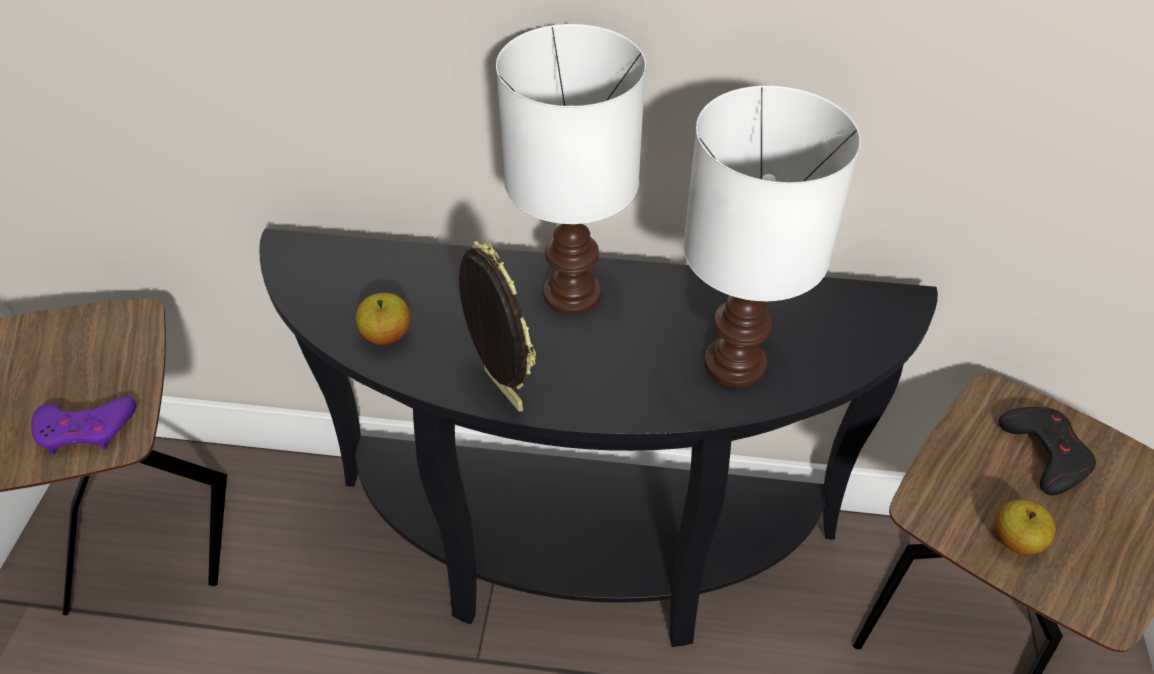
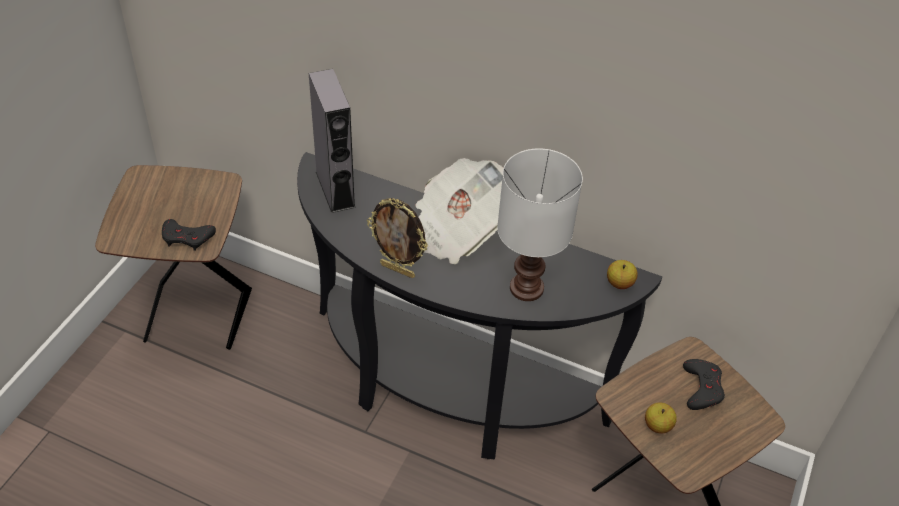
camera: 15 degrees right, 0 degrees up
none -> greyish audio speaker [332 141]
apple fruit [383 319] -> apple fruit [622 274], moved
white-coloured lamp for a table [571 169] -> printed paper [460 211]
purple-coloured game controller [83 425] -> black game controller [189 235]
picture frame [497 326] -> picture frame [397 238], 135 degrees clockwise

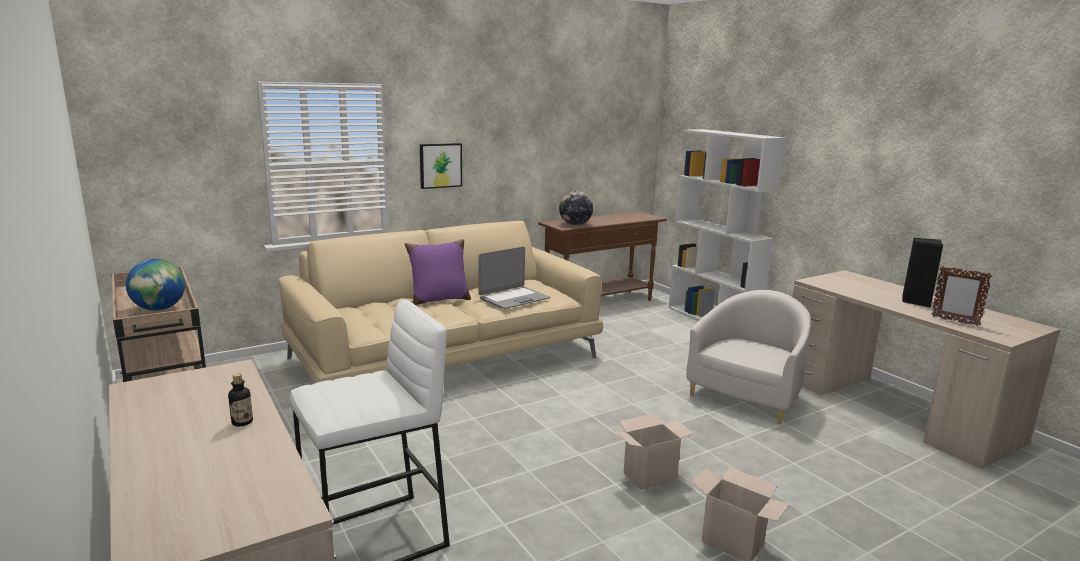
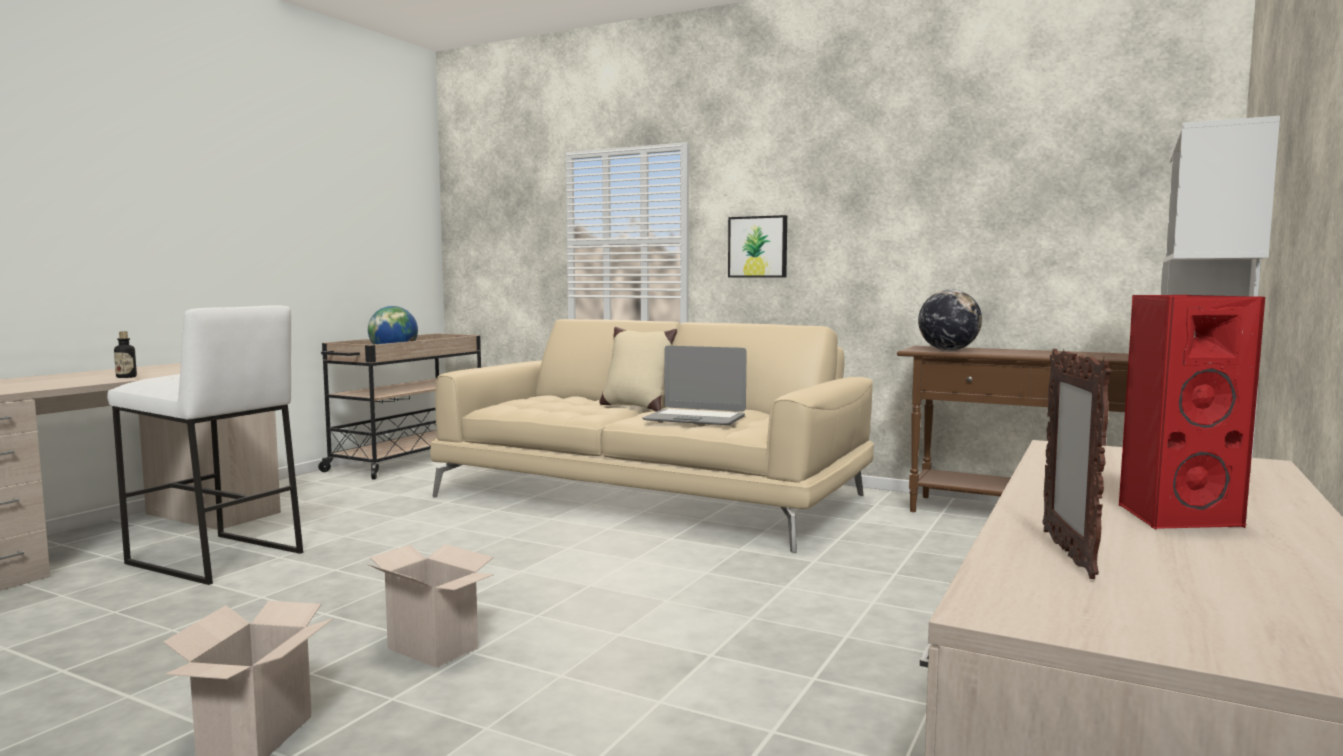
camera: 60 degrees right, 10 degrees down
white-coloured easy chair [748 357] -> none
purple-coloured cushion [438 272] -> sand-coloured cushion [638 369]
black audio speaker [922 273] -> reddish audio speaker [1192 412]

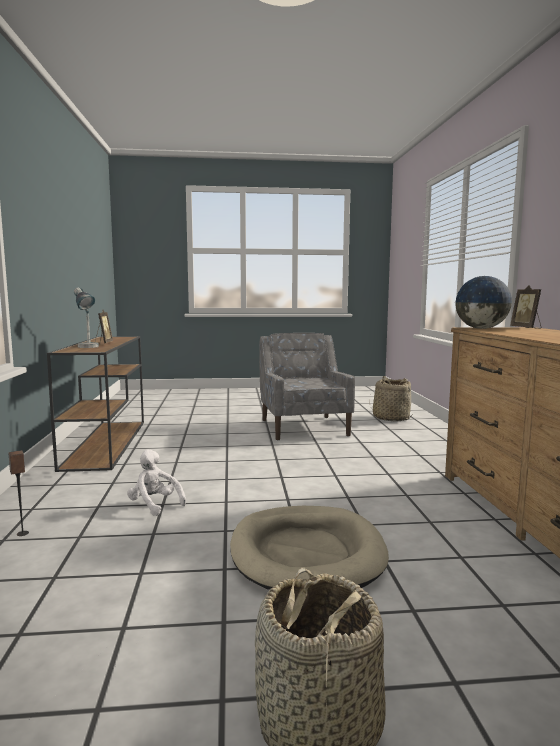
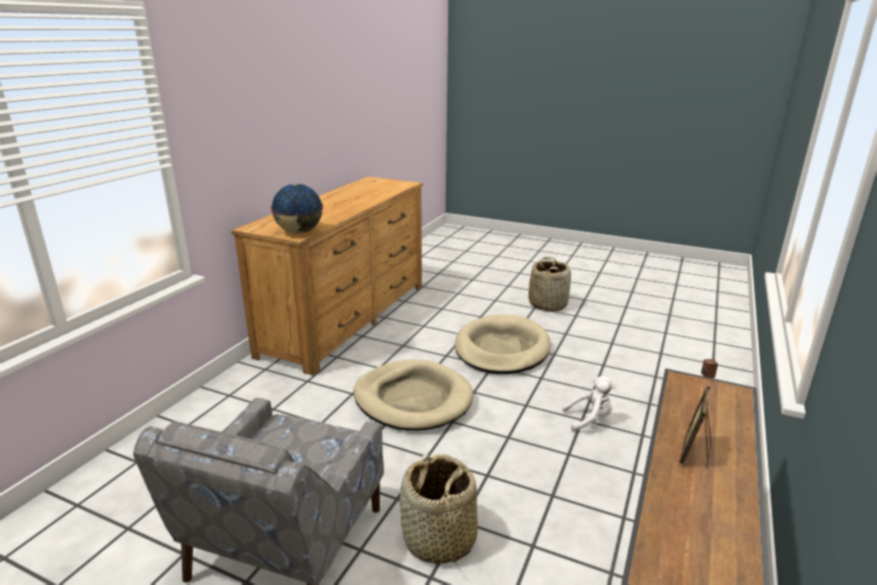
camera: 150 degrees left, 15 degrees up
lamp for a table [86 318] -> none
picture frame [525 307] -> none
none -> sand-coloured pet bed [413 395]
household basket [391 399] -> household basket [439 509], moved
white-coloured soft toy [156 482] -> white-coloured soft toy [589 404], 75 degrees counterclockwise

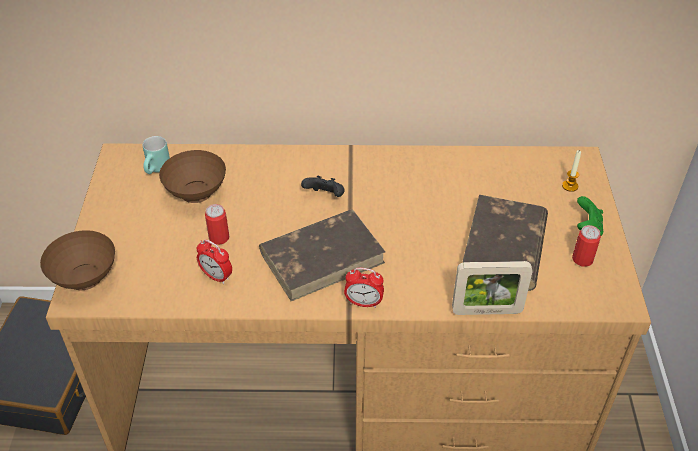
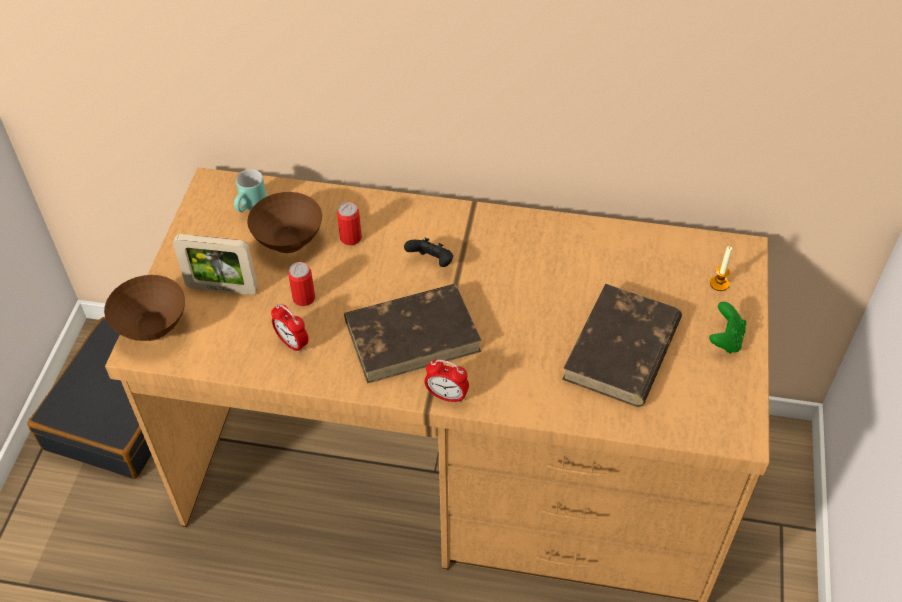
camera: 10 degrees right, 5 degrees up
picture frame [492 288] -> picture frame [215 264], moved
metal can [586 246] -> metal can [349 223], moved

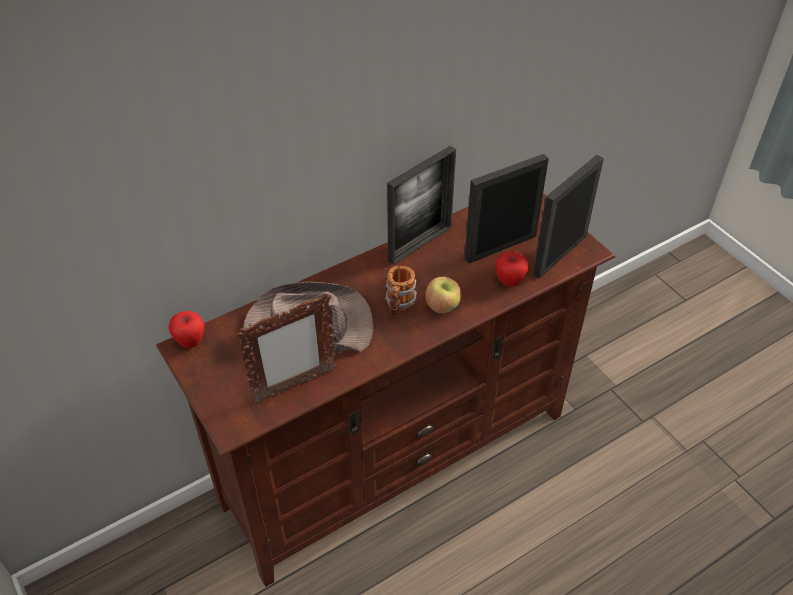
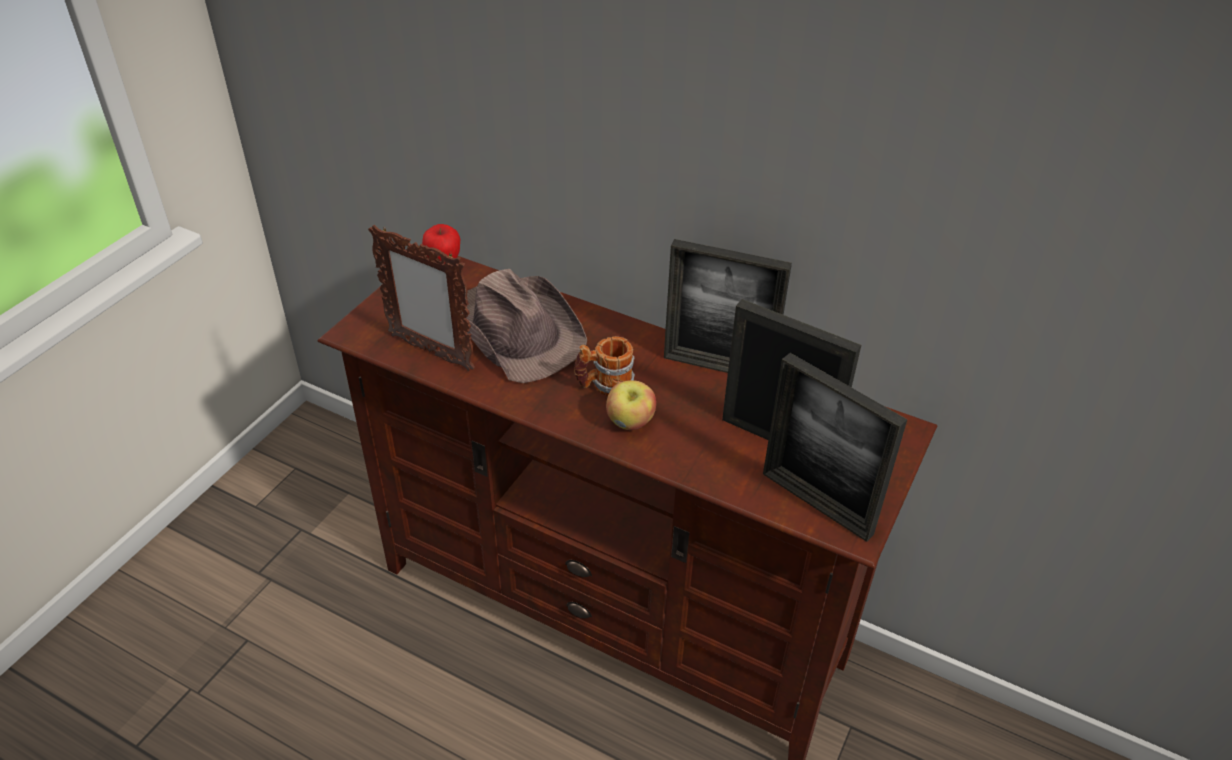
camera: 60 degrees right, 5 degrees down
apple fruit [511 269] -> none
picture frame [568 217] -> picture frame [835 447], 150 degrees counterclockwise

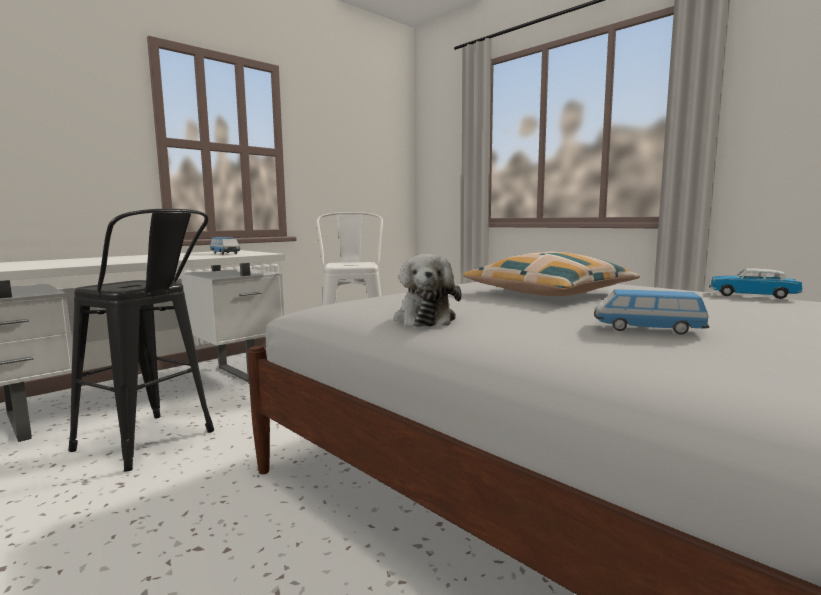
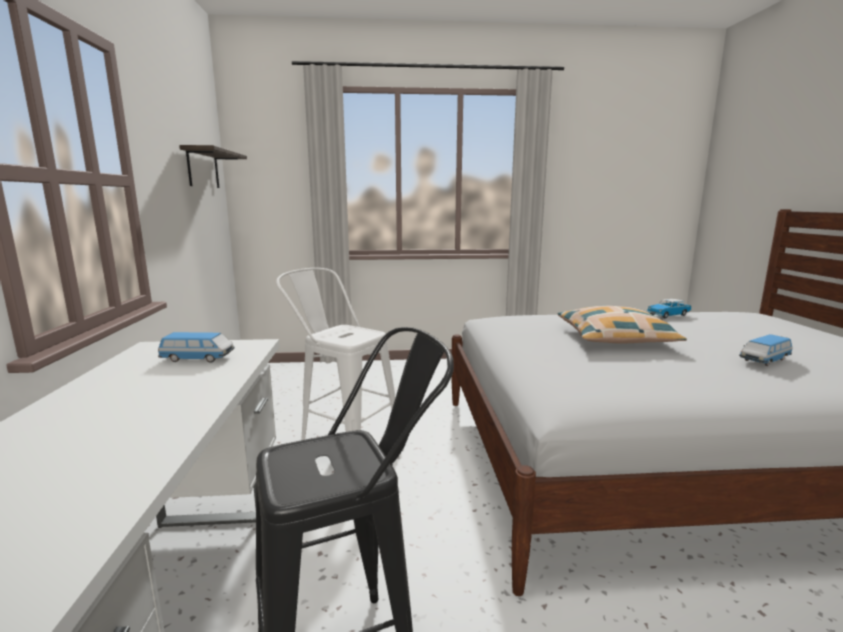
camera: 50 degrees left, 5 degrees up
soft toy [428 290] -> none
none -> bracket shelf [213 166]

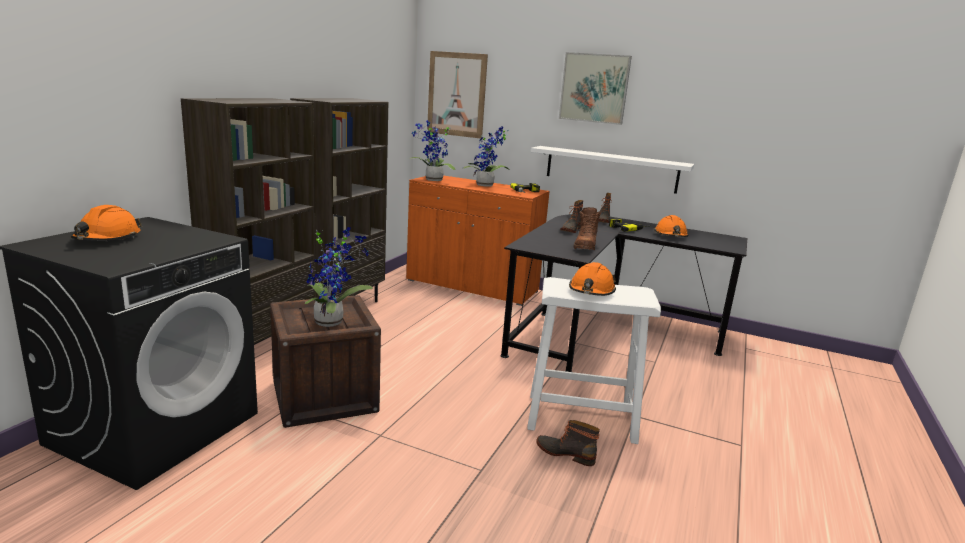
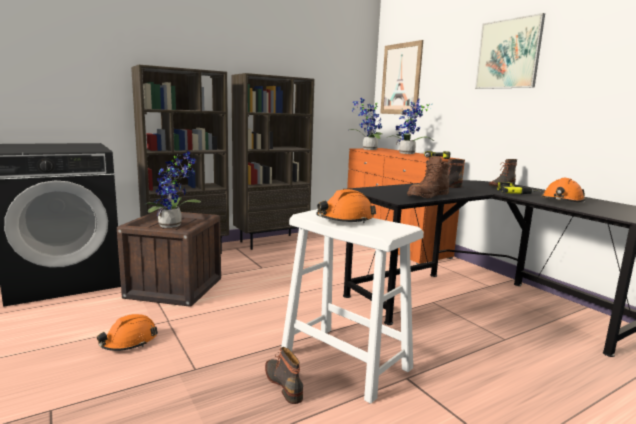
camera: 35 degrees right, 5 degrees down
white-coloured bracket shelf [612 170] -> none
orange-coloured safety helmet [106 223] -> orange-coloured safety helmet [127 332], moved

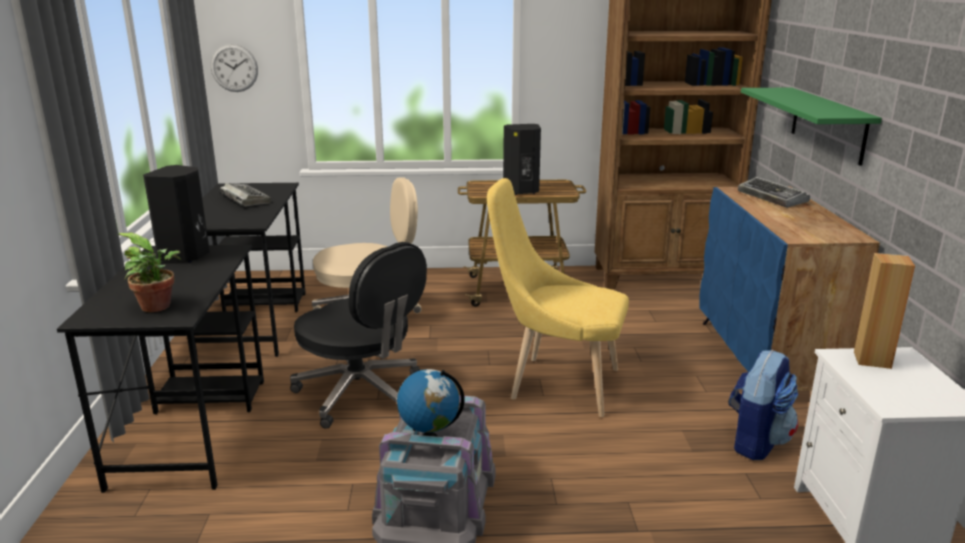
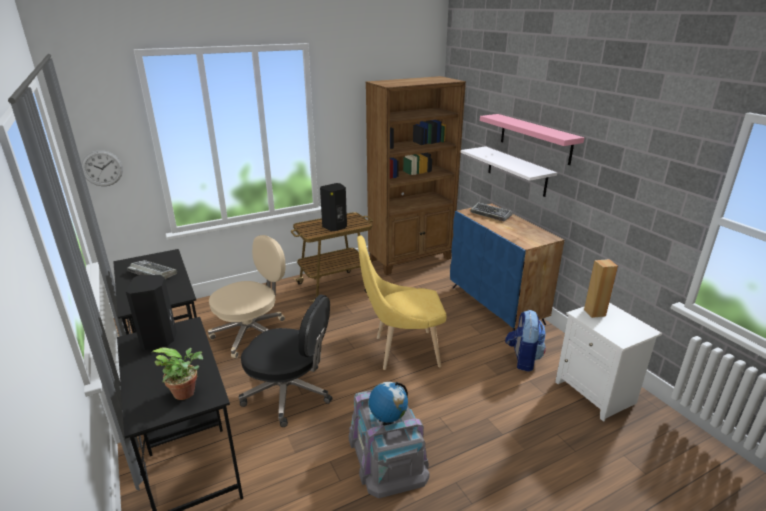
camera: 25 degrees left, 5 degrees up
none -> pink bracket shelf [532 139]
greenish bracket shelf [811 127] -> white-coloured bracket shelf [509 171]

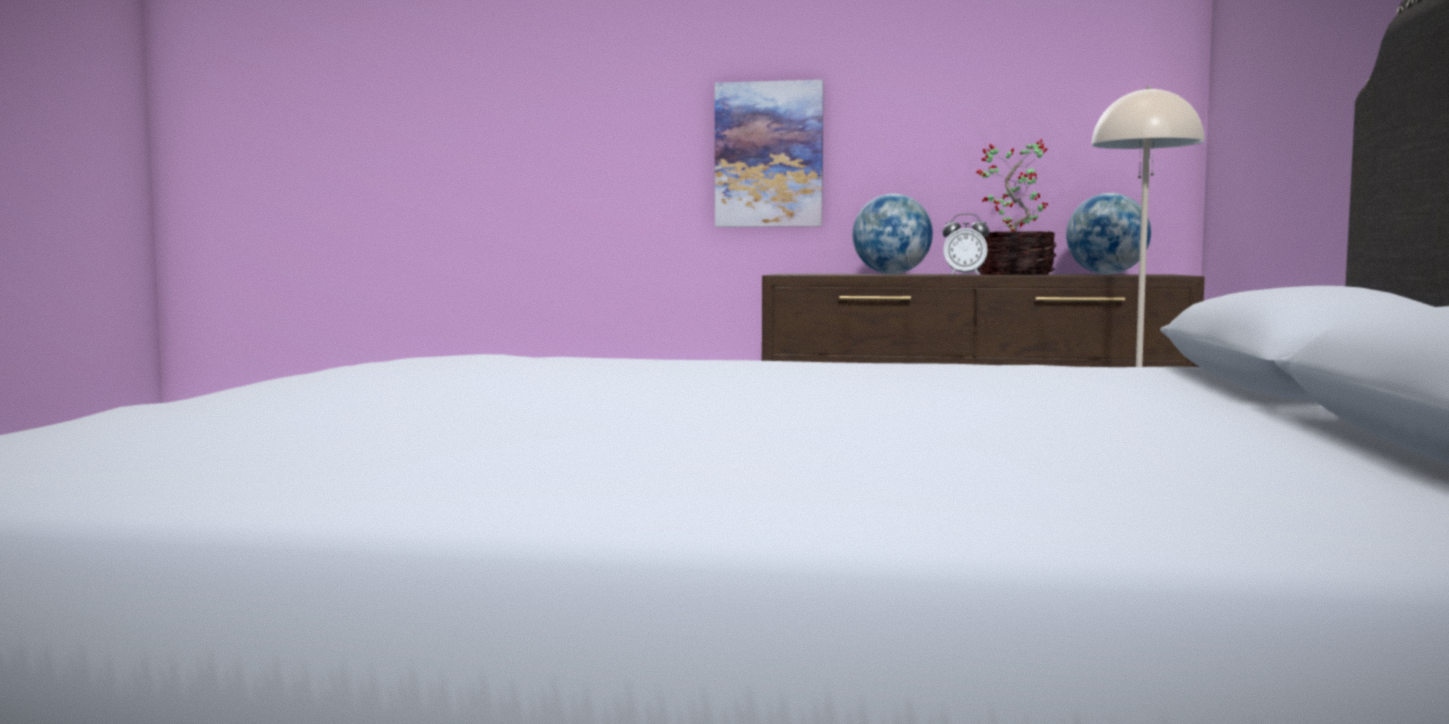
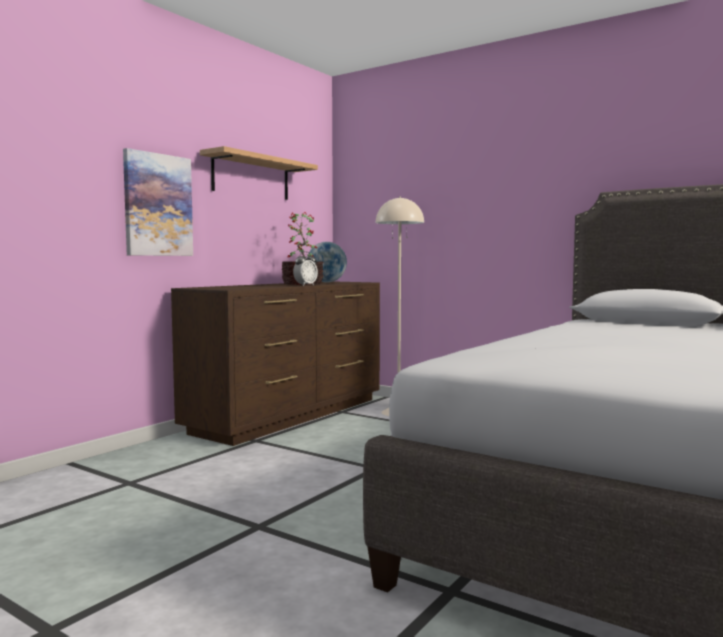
camera: 65 degrees left, 0 degrees up
globe [892 234] -> none
none -> bracket shelf [259 173]

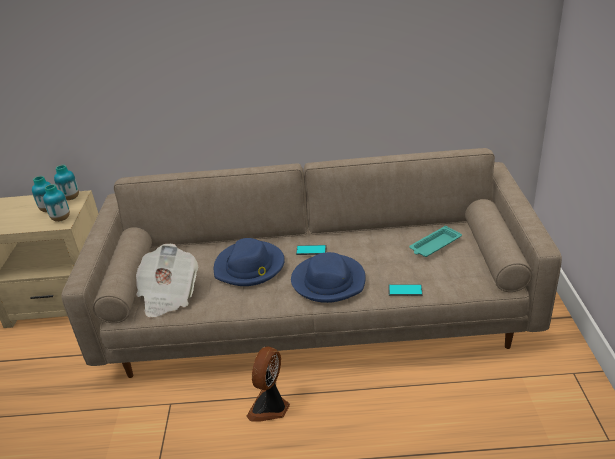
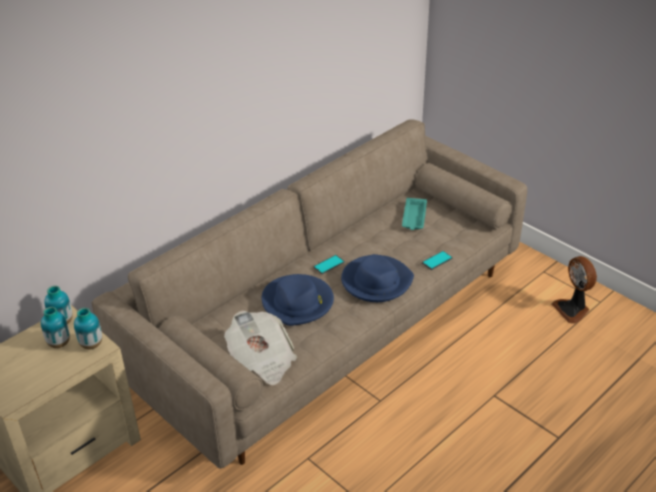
camera: 45 degrees left, 5 degrees up
fan [268 384] -> fan [574 290], moved

